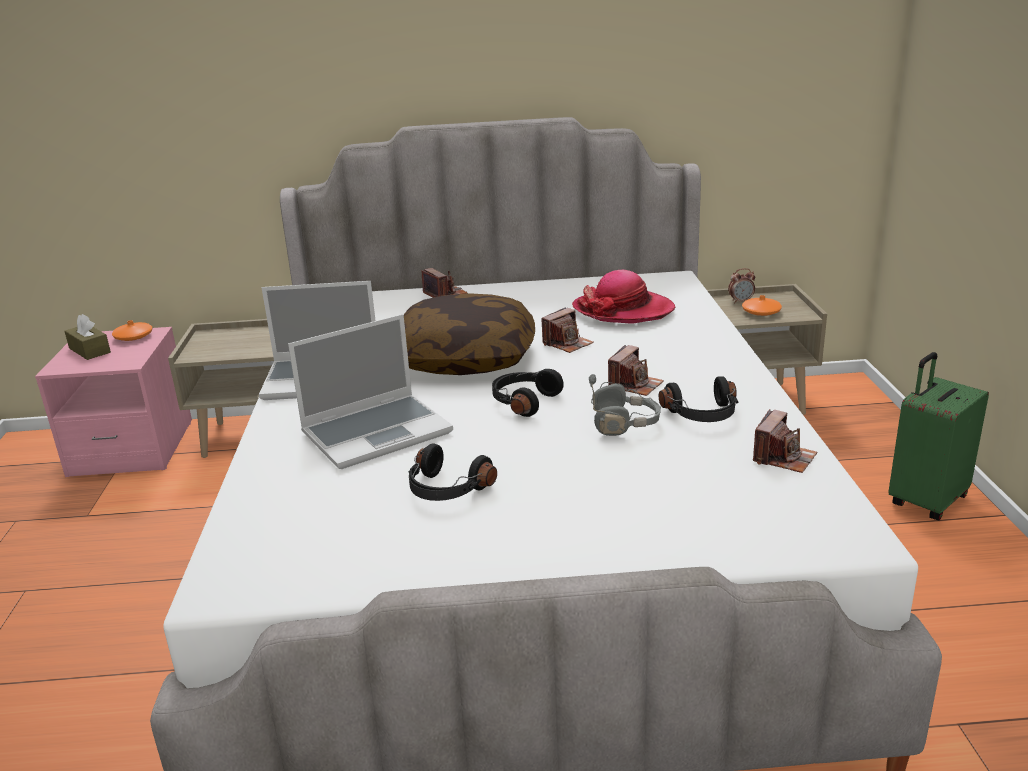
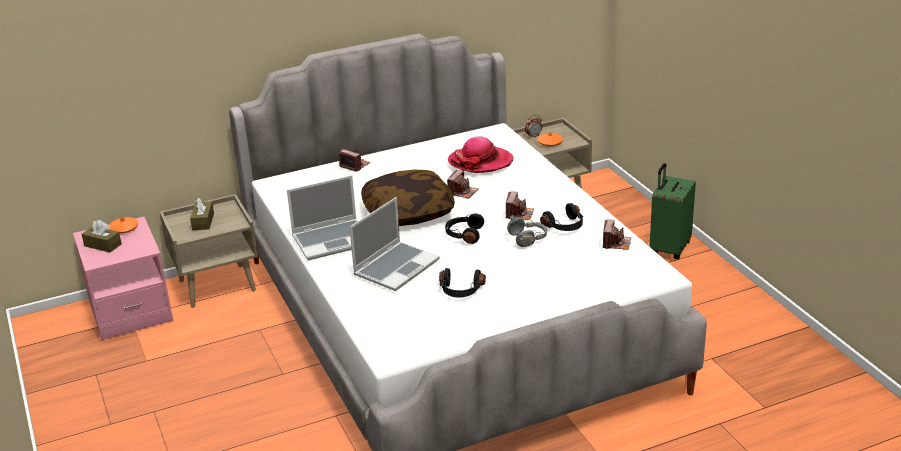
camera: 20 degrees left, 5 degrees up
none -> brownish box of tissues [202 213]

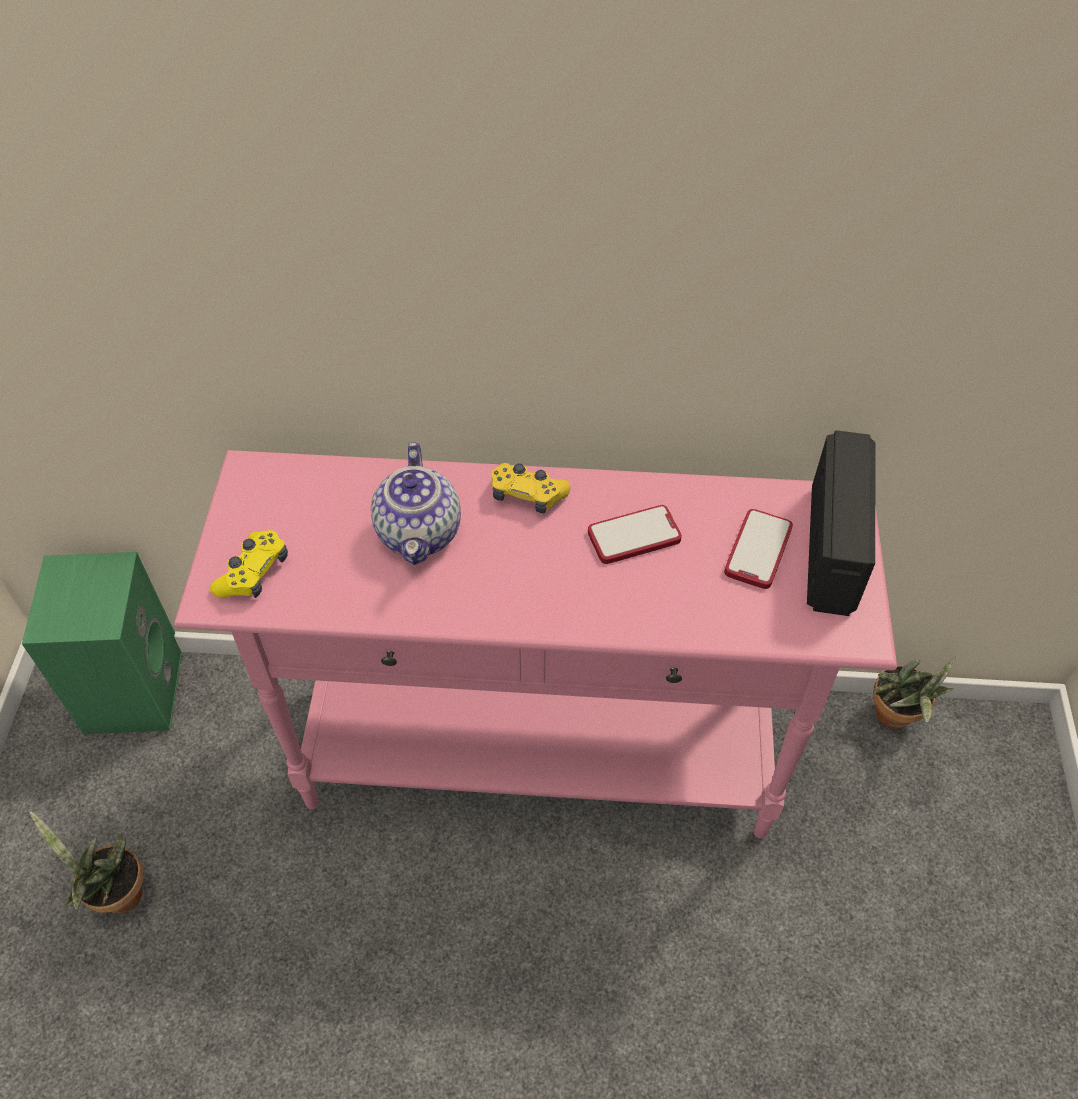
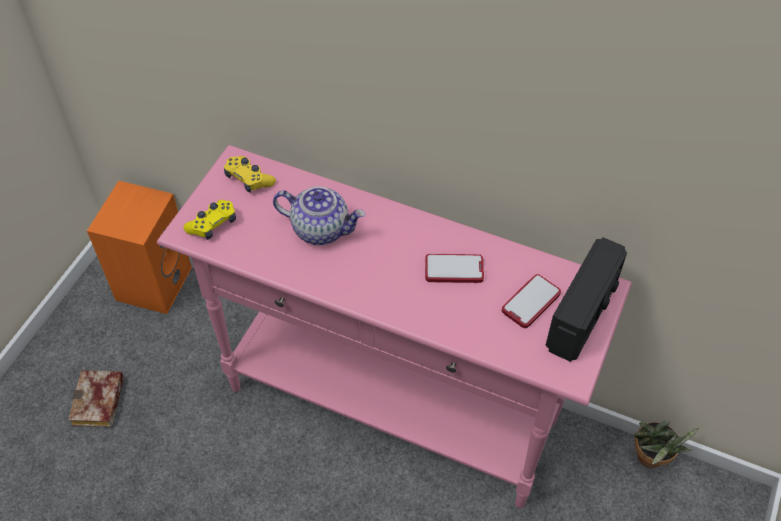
camera: 20 degrees right, 0 degrees up
yellow-coloured game controller [531 488] -> yellow-coloured game controller [250 174], moved
houseplant [87 862] -> volume [96 398]
greenish audio speaker [102 643] -> orange-coloured audio speaker [139 247]
tea pot [416 503] -> tea pot [319 215], 90 degrees counterclockwise

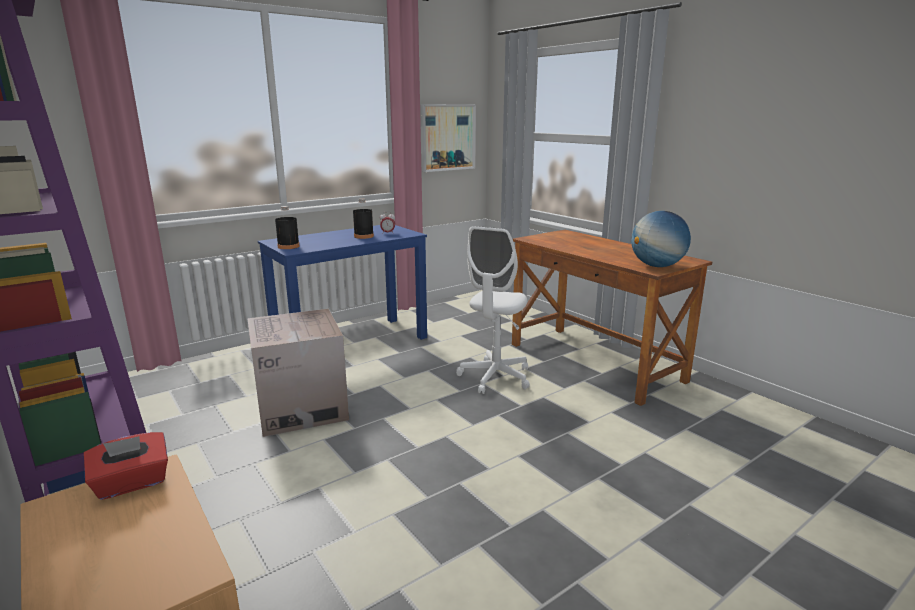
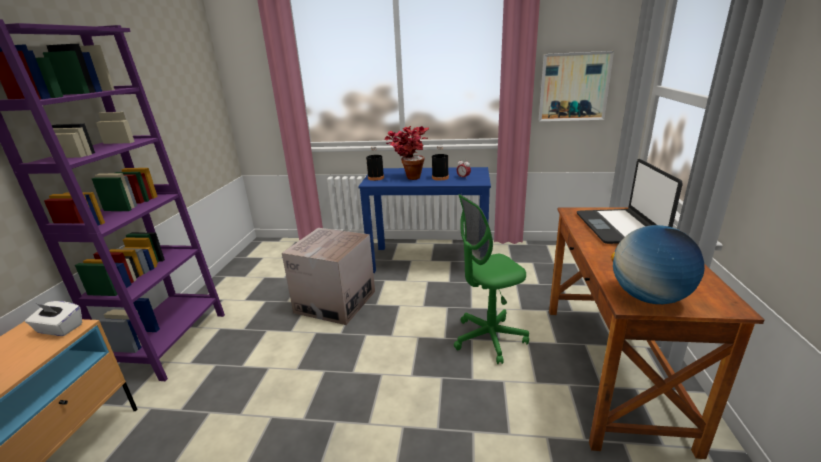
camera: 45 degrees right, 5 degrees up
none -> houseplant [407 153]
none -> laptop [630 201]
reddish box of tissues [126 466] -> white-coloured box of tissues [53 318]
white-coloured computer chair [493 310] -> greenish computer chair [491 279]

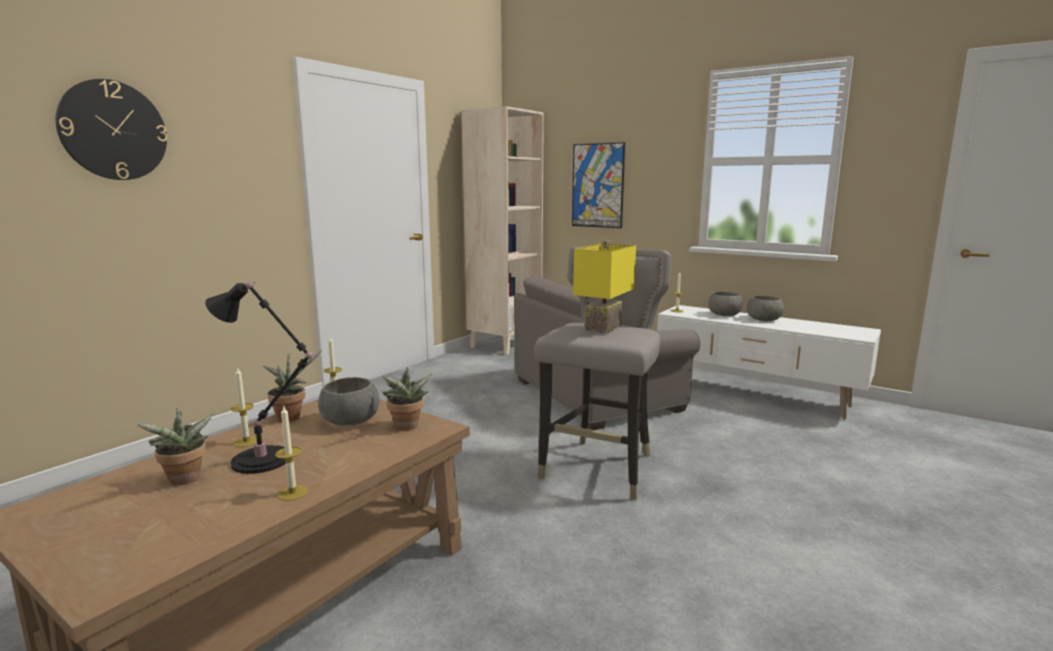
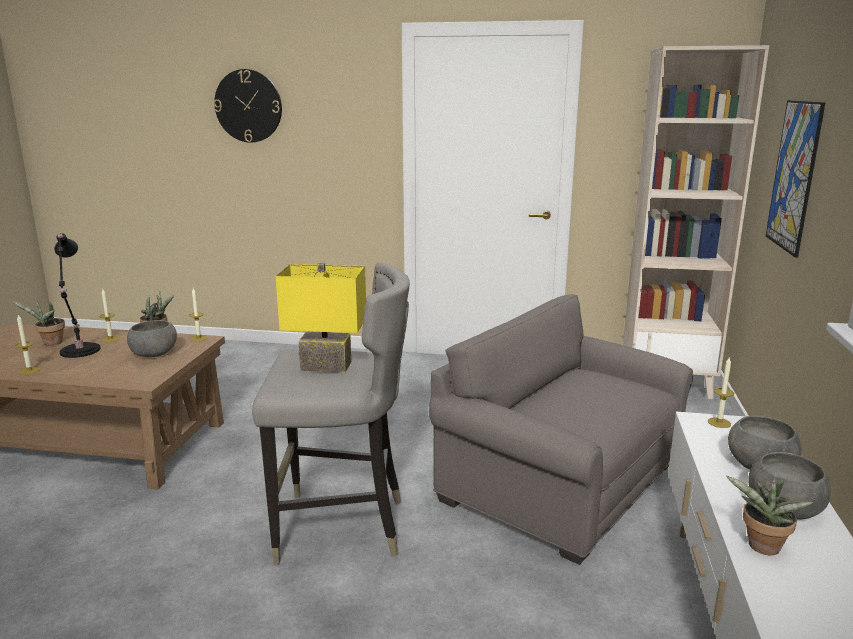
camera: 65 degrees right, 5 degrees up
houseplant [407 398] -> houseplant [770 515], moved

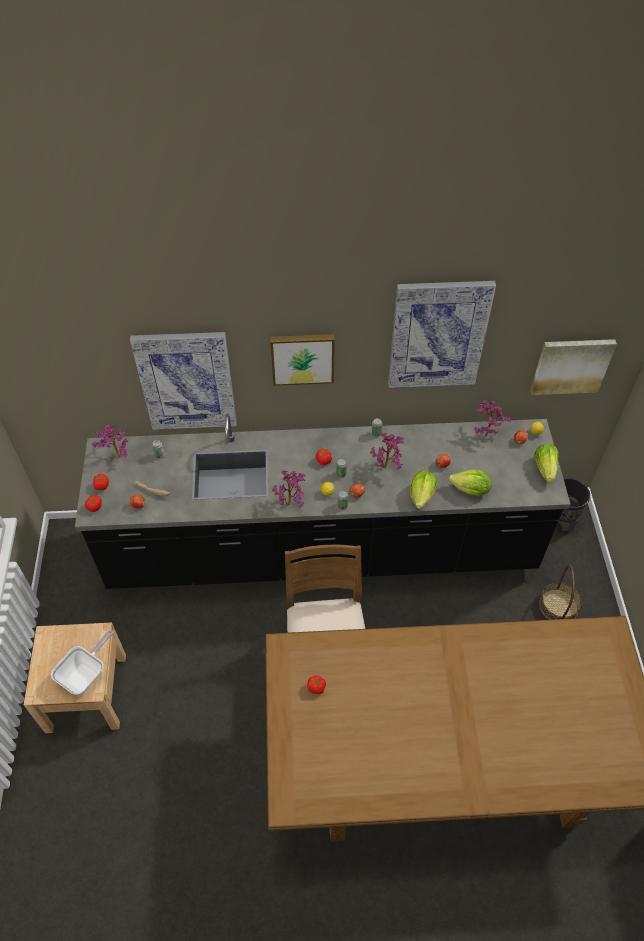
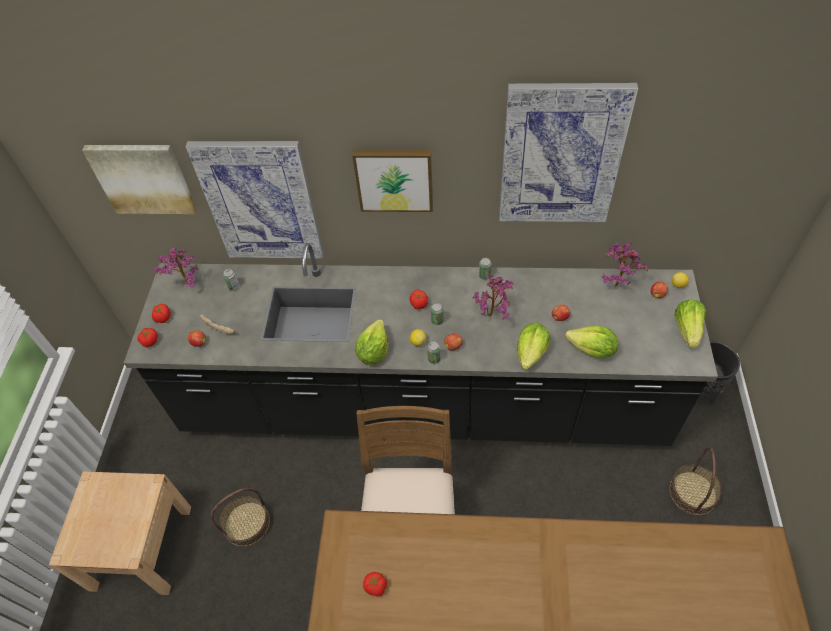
camera: 10 degrees right, 0 degrees up
pan [82 662] -> none
none -> household basket [240 517]
wall picture [573 367] -> wall picture [139 179], moved
houseplant [289 489] -> lettuce head [371 342]

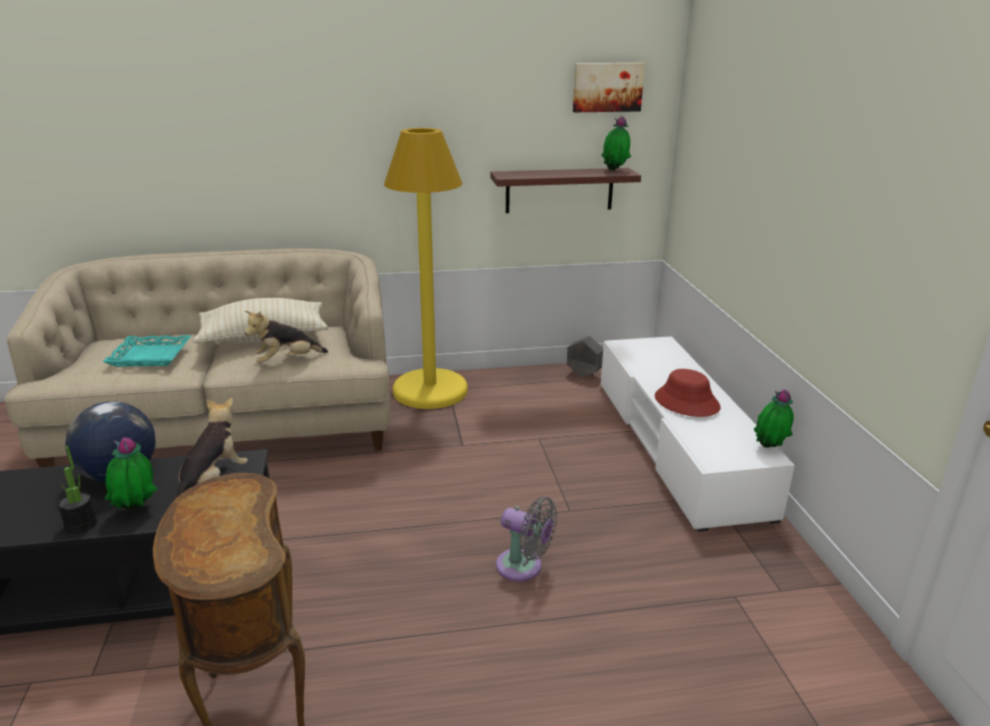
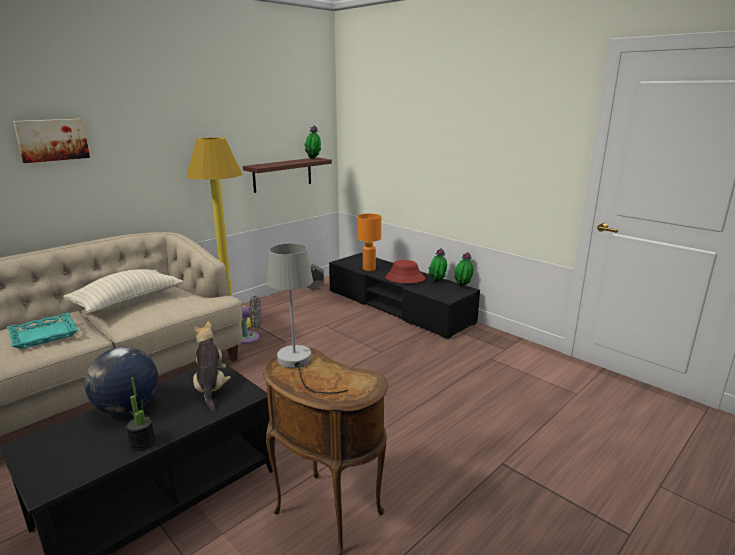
camera: 35 degrees left, 5 degrees down
soft toy [286 337] -> none
none -> greyish lamp for a table [307 319]
none -> orange-coloured lamp for a table [369 242]
houseplant [131 473] -> houseplant [437 265], moved
greyish fan [527 539] -> greyish fan [251 320], moved
wall picture [609 87] -> wall picture [51 141], moved
white-coloured media console [698 434] -> black media console [404 296]

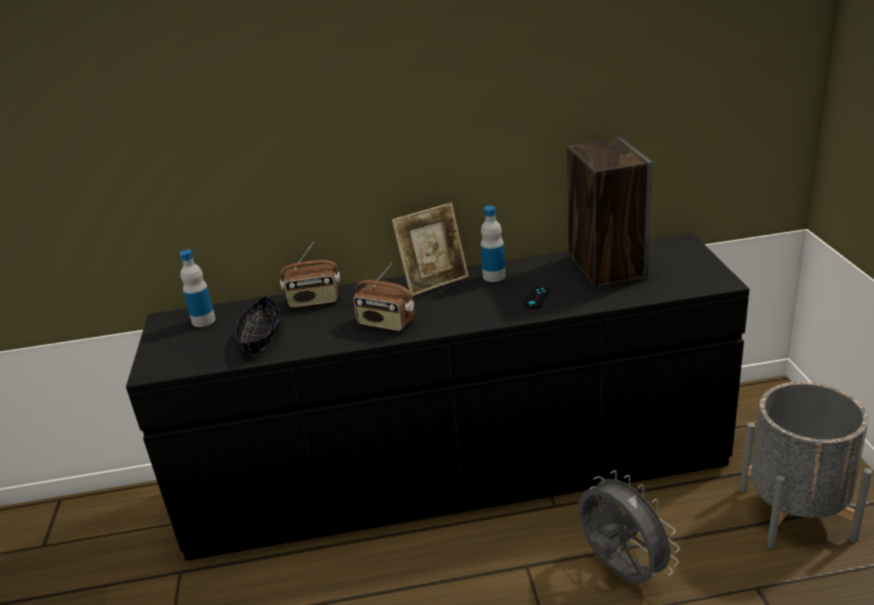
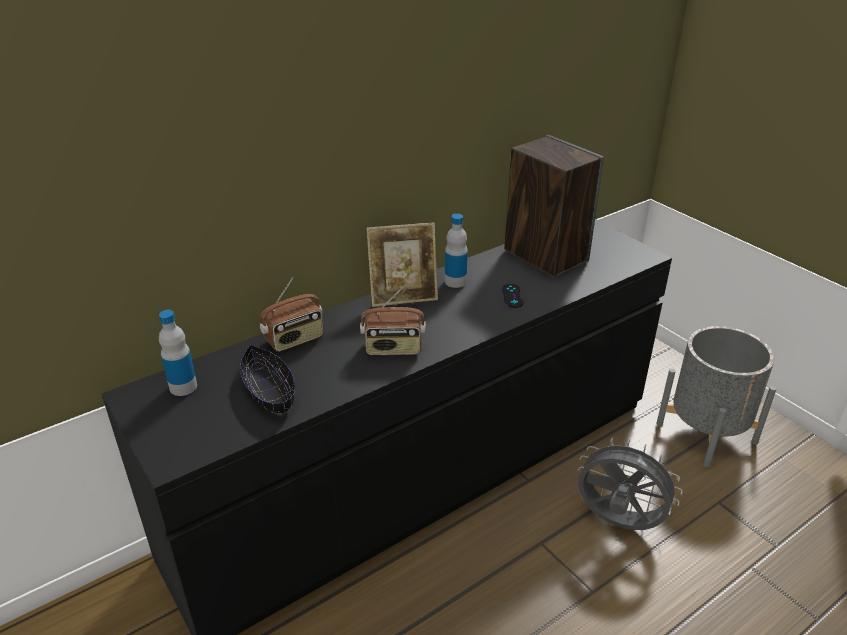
camera: 30 degrees left, 5 degrees up
picture frame [430 249] -> picture frame [402 265], 45 degrees clockwise

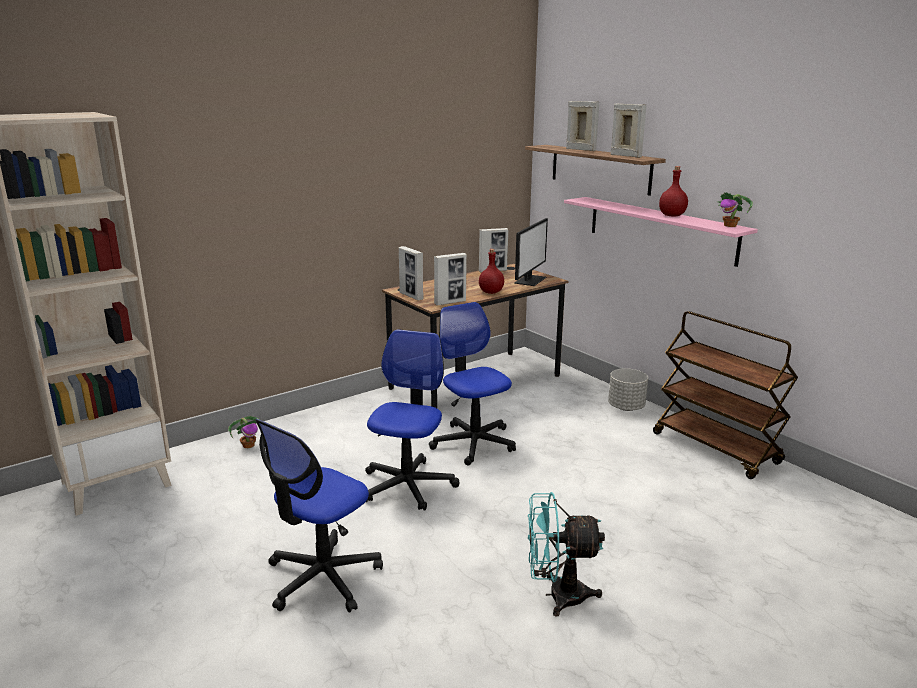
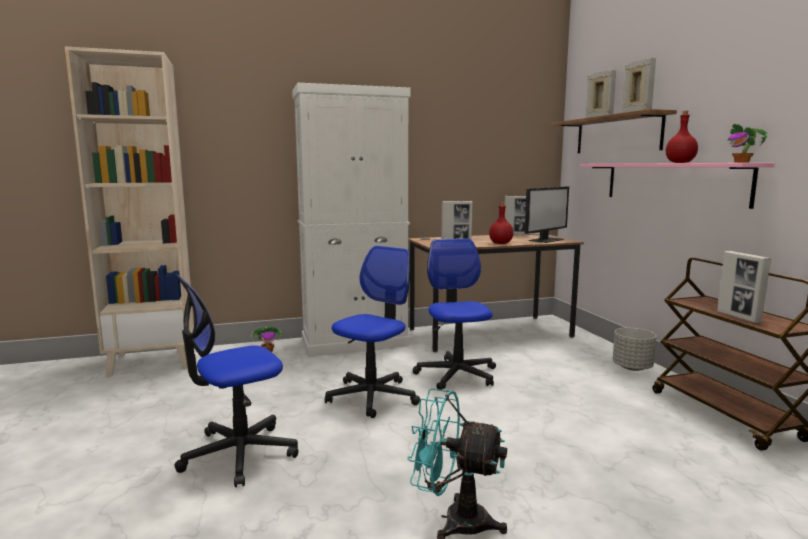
camera: 20 degrees right, 10 degrees down
none -> white-coloured cupboard [351 219]
picture frame [411 273] -> picture frame [744 287], moved

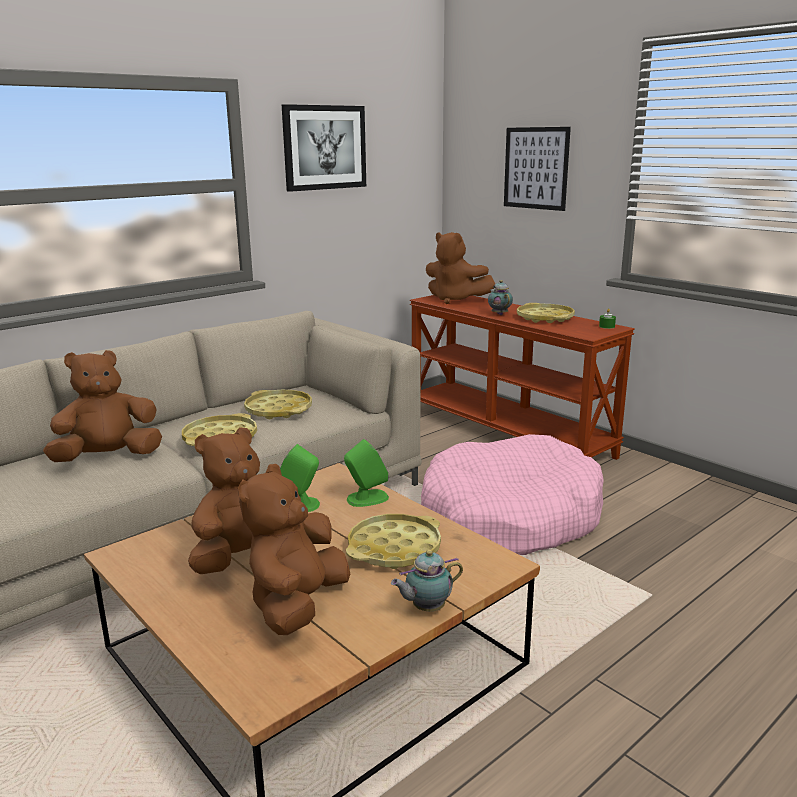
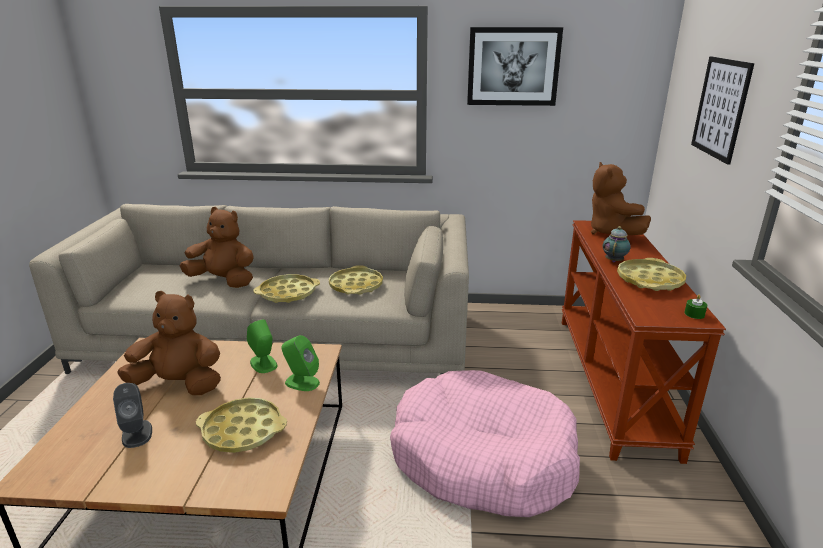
camera: 45 degrees right, 5 degrees up
tea pot [427 580] -> none
brownish soft toy [294 549] -> greyish audio speaker [132 415]

